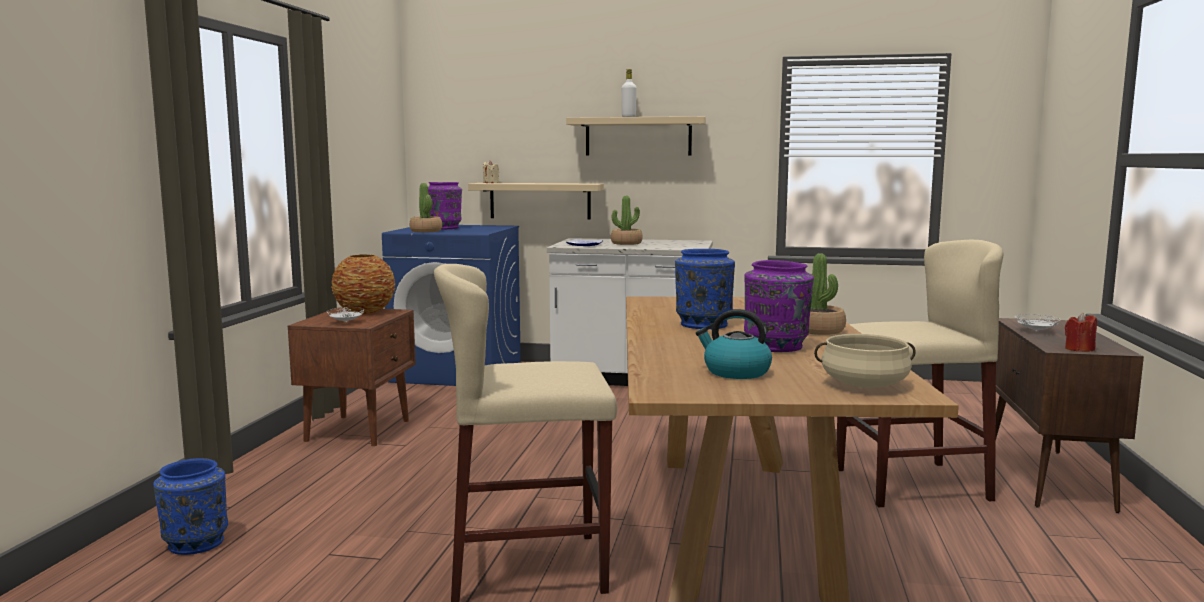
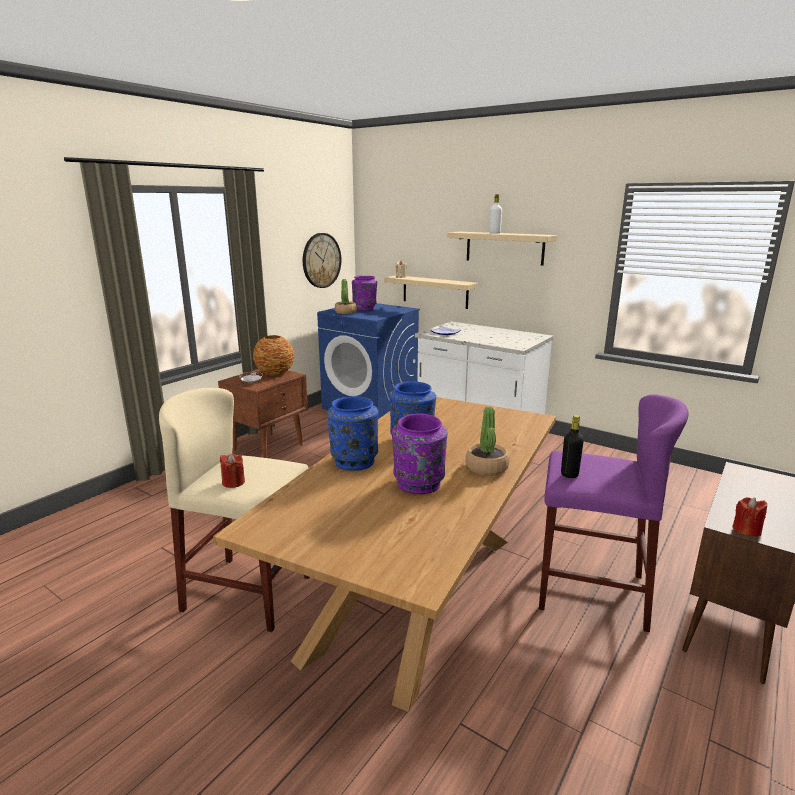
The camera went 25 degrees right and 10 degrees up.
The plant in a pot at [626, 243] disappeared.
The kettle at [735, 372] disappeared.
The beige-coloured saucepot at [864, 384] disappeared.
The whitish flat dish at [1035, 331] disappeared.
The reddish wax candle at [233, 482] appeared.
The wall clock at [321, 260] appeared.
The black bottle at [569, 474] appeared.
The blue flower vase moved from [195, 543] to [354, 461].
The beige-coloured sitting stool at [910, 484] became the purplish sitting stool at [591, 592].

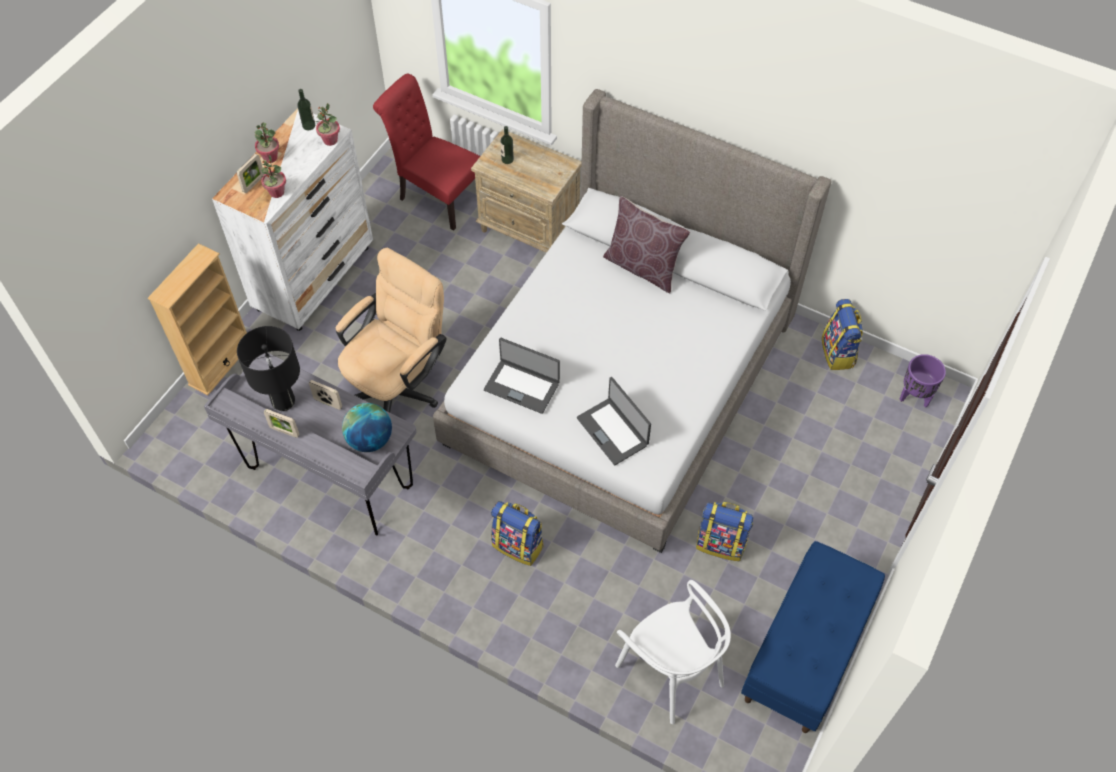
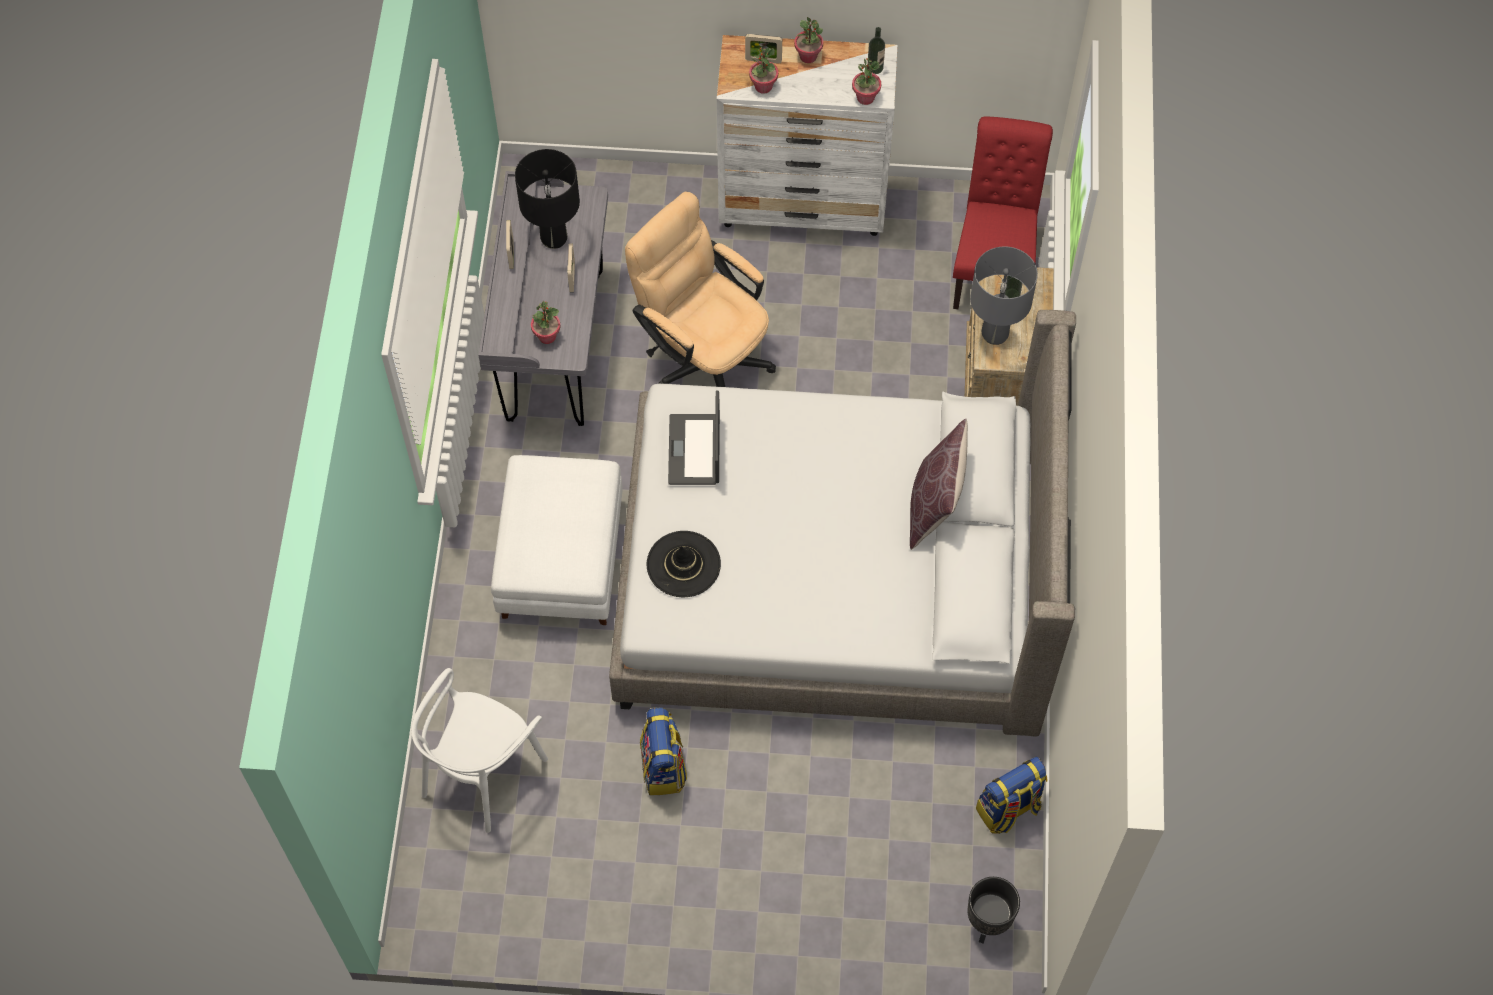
The camera went 65 degrees right and 5 degrees up.
The beige-coloured shelving unit at [220, 364] disappeared.
The blue indoor bench at [806, 652] disappeared.
The grey lamp for a table at [994, 333] appeared.
The desk globe at [370, 440] was replaced by the plant in a pot at [547, 336].
The backpack at [518, 545] was replaced by the whitish footrest at [562, 561].
The portable computer at [613, 431] was replaced by the black hat at [683, 564].
The purplish flower pot at [914, 397] became the black flower pot at [987, 923].
The beige-coloured computer chair at [399, 386] turned 150 degrees counterclockwise.

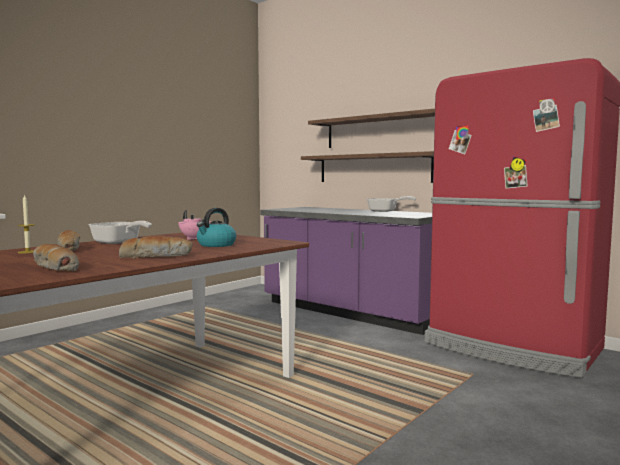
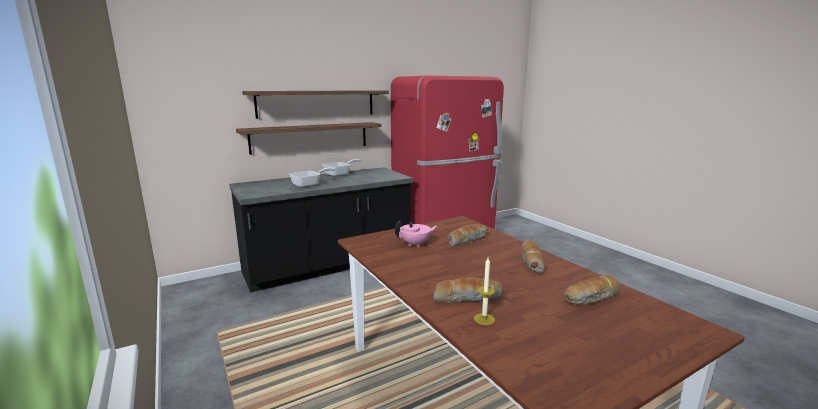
The camera went 70 degrees left and 10 degrees up.
The pan moved from [119, 243] to [309, 185].
The kettle at [216, 245] was replaced by the bread at [467, 240].
The purplish kitchen base unit at [350, 312] became the black kitchen base unit at [329, 266].

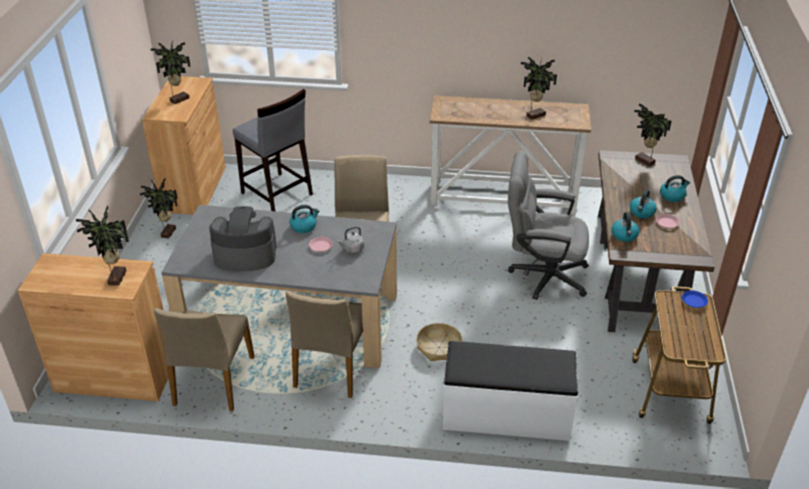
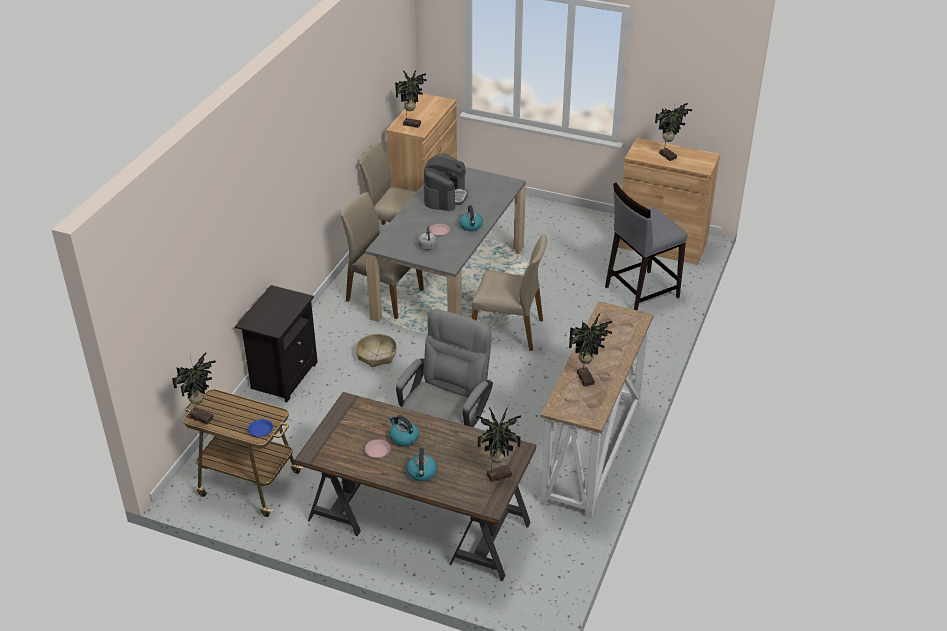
The camera went 105 degrees right and 0 degrees up.
The kettle at [624, 235] disappeared.
The plant in a pot moved from [167, 233] to [202, 416].
The whitish indoor bench at [506, 414] was replaced by the black night table at [283, 376].

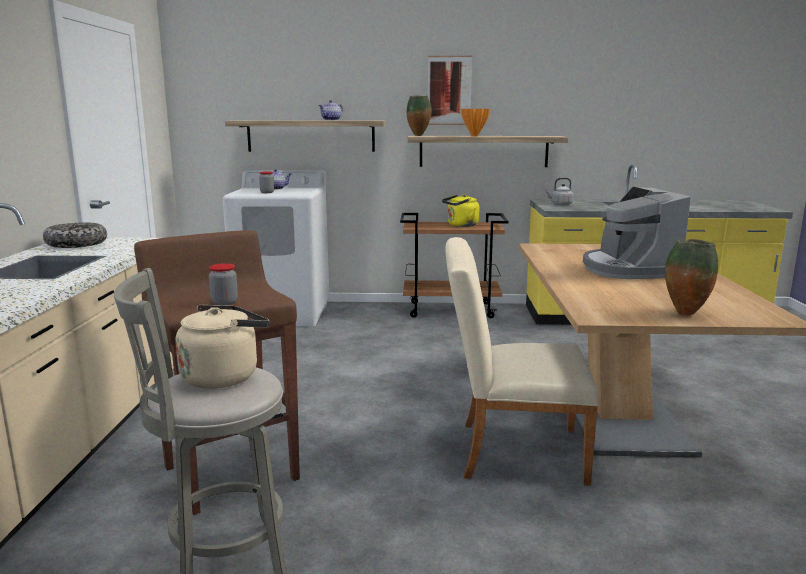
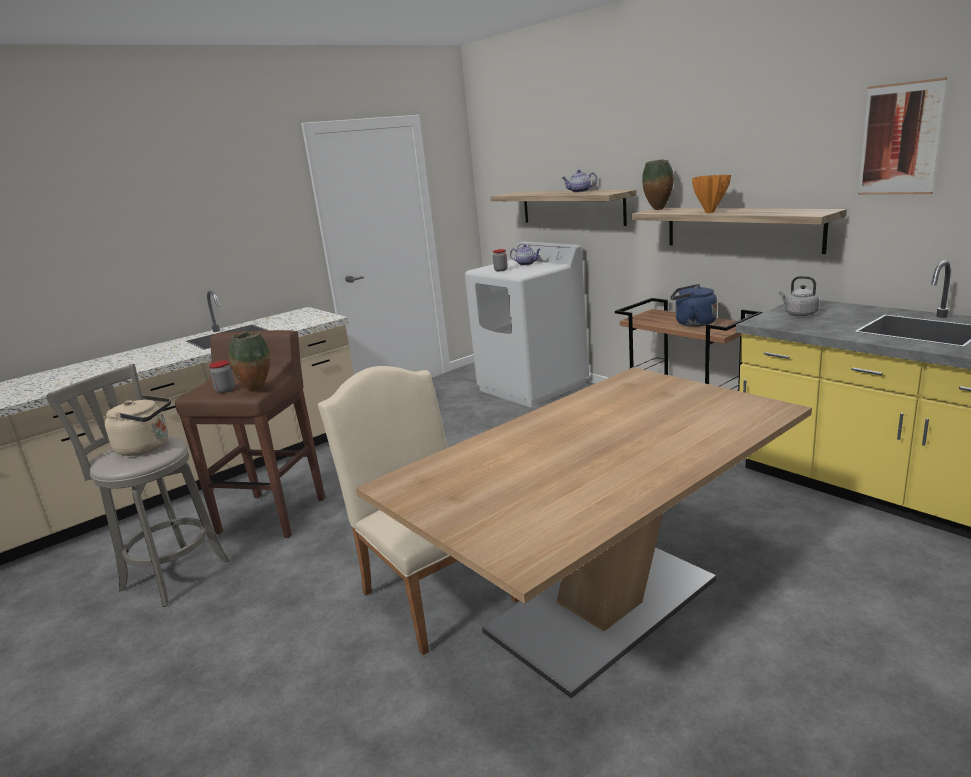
The camera went 50 degrees right and 5 degrees up.
The bowl at [76, 244] disappeared.
The coffee brewer at [628, 269] disappeared.
The picture moved from [449, 90] to [900, 139].
The flower vase moved from [685, 313] to [257, 390].
The yellow kettle at [461, 225] became the blue kettle at [692, 323].

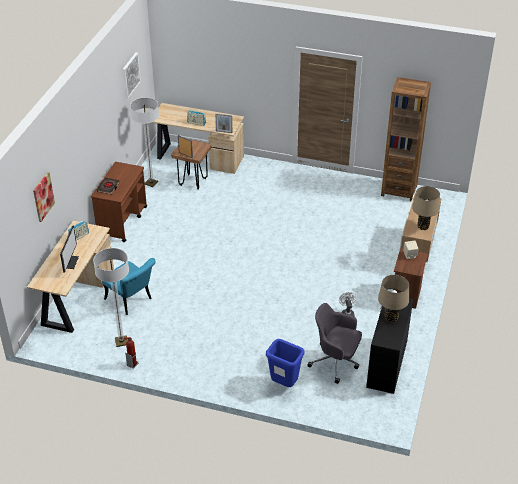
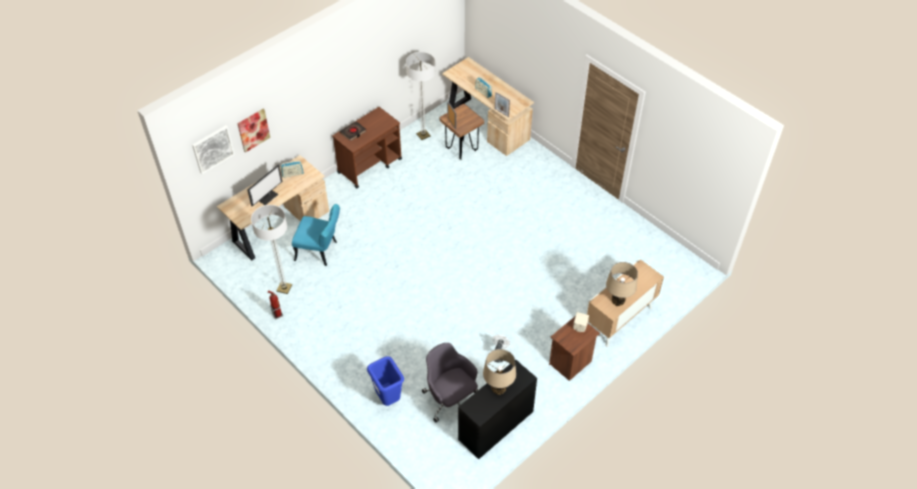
The camera went 30 degrees right and 10 degrees up.
The brownish shelving unit at [399, 190] disappeared.
The picture moved from [130, 75] to [213, 149].
The turquoise plain chair at [131, 301] turned 60 degrees counterclockwise.

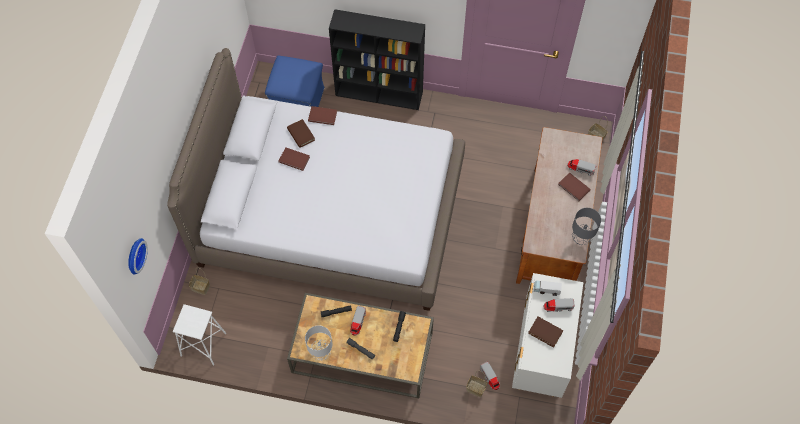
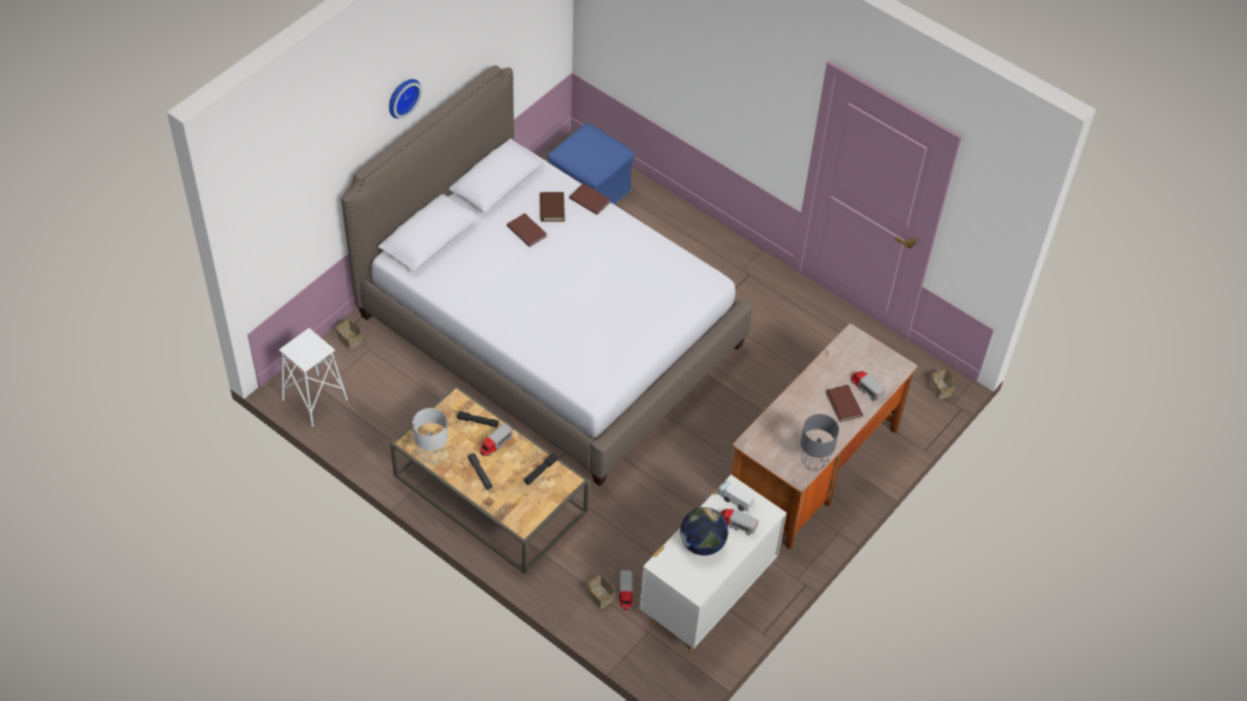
The camera went 25 degrees right and 10 degrees down.
The black shelving unit at [380, 93] disappeared.
The wall clock moved from [134, 255] to [402, 96].
The brownish bound book at [545, 332] was replaced by the desk globe at [702, 544].

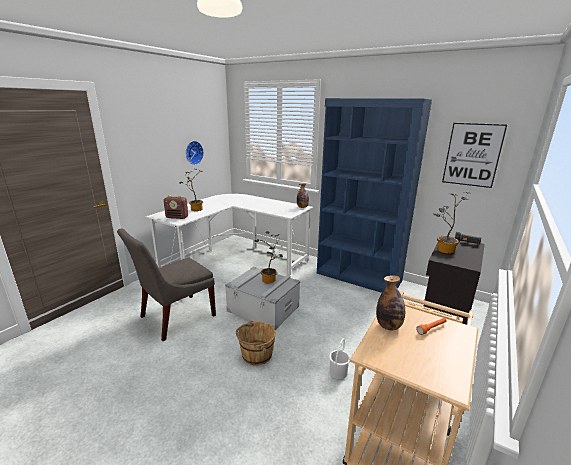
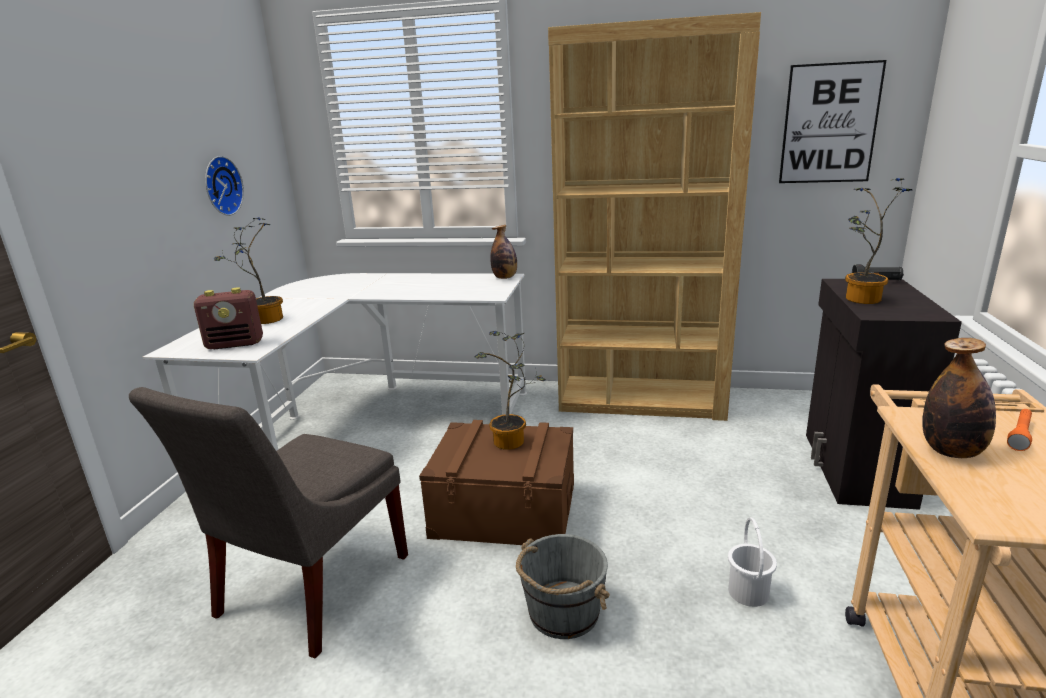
The camera went 20 degrees left and 0 degrees up.
The grey storage container at [263, 308] became the brownish storage container at [505, 509].
The brownish water bucket at [256, 354] became the grey water bucket at [562, 613].
The blue shelving unit at [358, 277] became the brownish shelving unit at [642, 400].

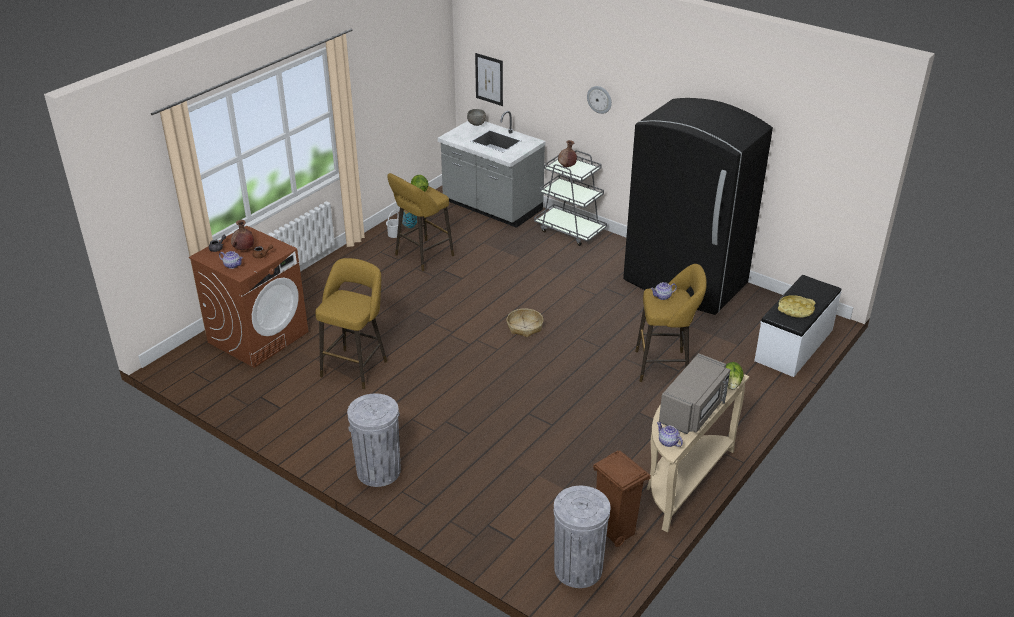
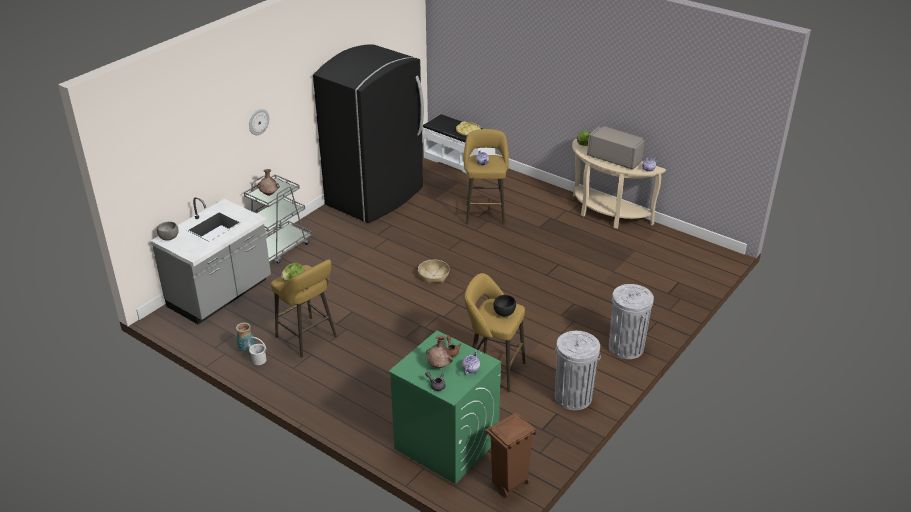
The camera went 90 degrees left and 0 degrees up.
The picture at [489, 79] disappeared.
The black bowl at [504, 313] appeared.
The grey waste bin moved from [578, 569] to [573, 397].
The brownish waste bin moved from [614, 531] to [508, 484].
The brownish washing machine at [258, 337] became the green washing machine at [445, 444].

